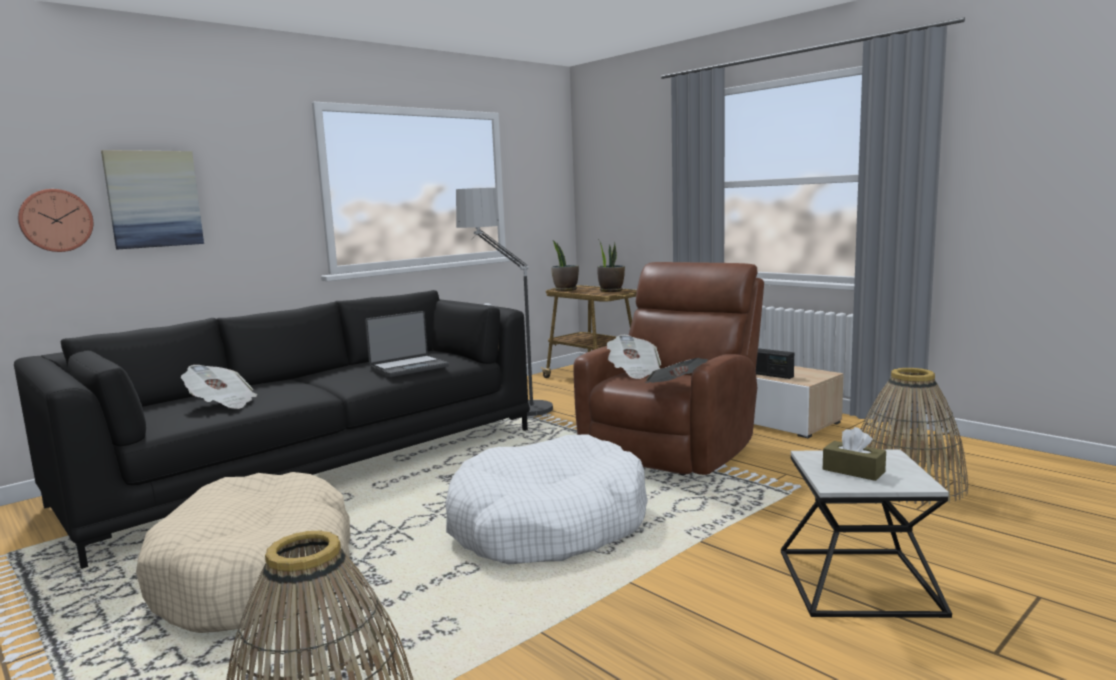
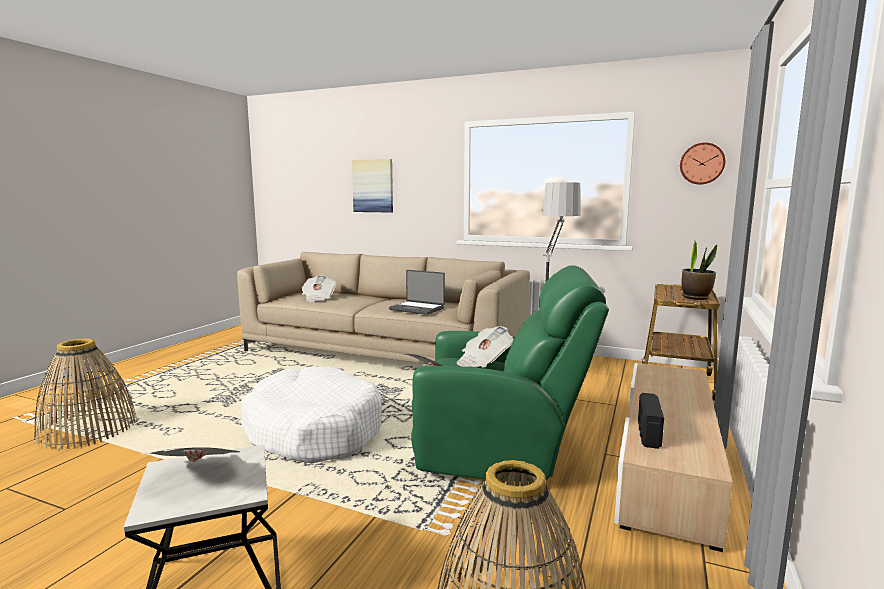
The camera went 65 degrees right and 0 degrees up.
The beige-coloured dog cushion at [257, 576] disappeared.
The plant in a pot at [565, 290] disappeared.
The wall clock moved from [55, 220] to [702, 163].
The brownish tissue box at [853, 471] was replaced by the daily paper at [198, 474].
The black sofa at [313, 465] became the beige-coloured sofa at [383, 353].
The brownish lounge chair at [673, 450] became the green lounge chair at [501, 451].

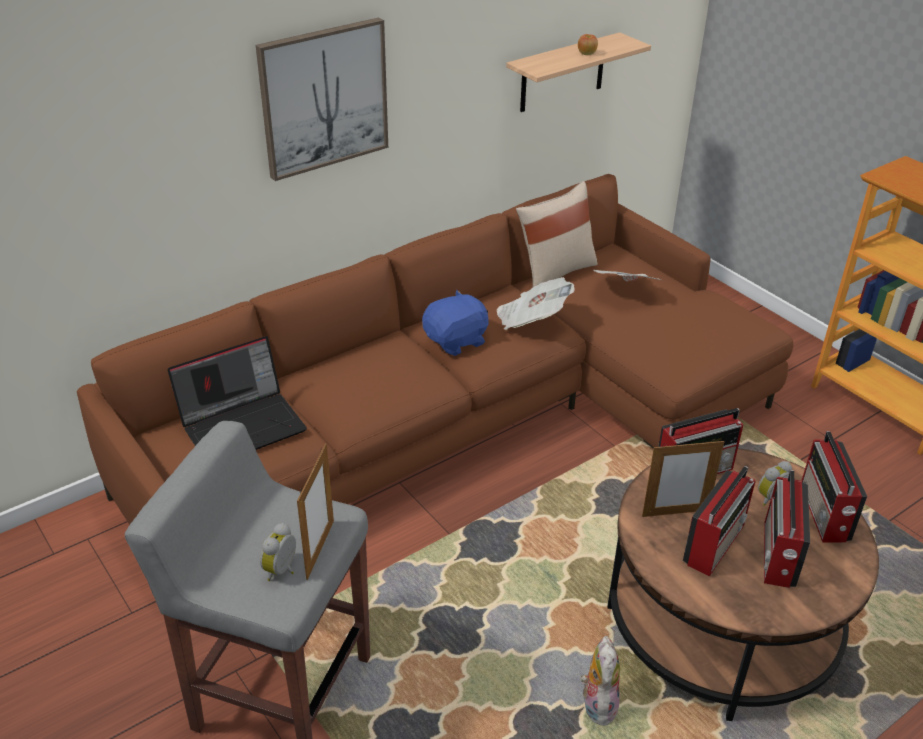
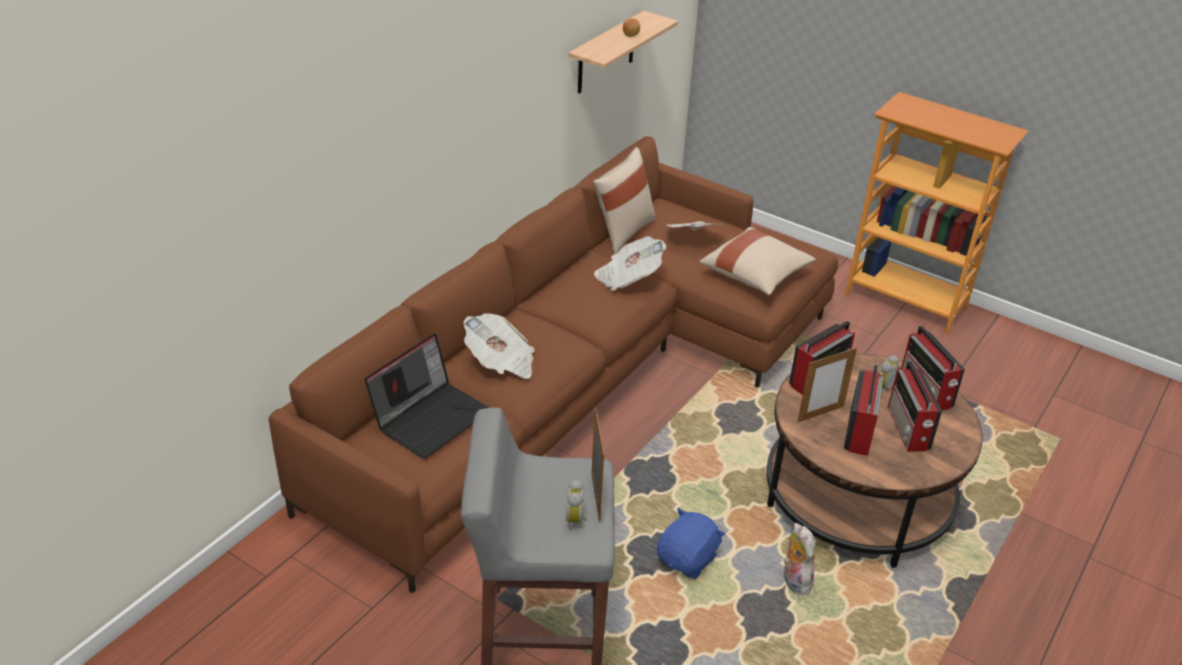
The camera went 20 degrees left and 0 degrees up.
The picture at [323, 98] disappeared.
The daily paper at [501, 362] appeared.
The beige-coloured cushion at [755, 275] appeared.
The blue cuddly toy moved from [456, 341] to [688, 559].

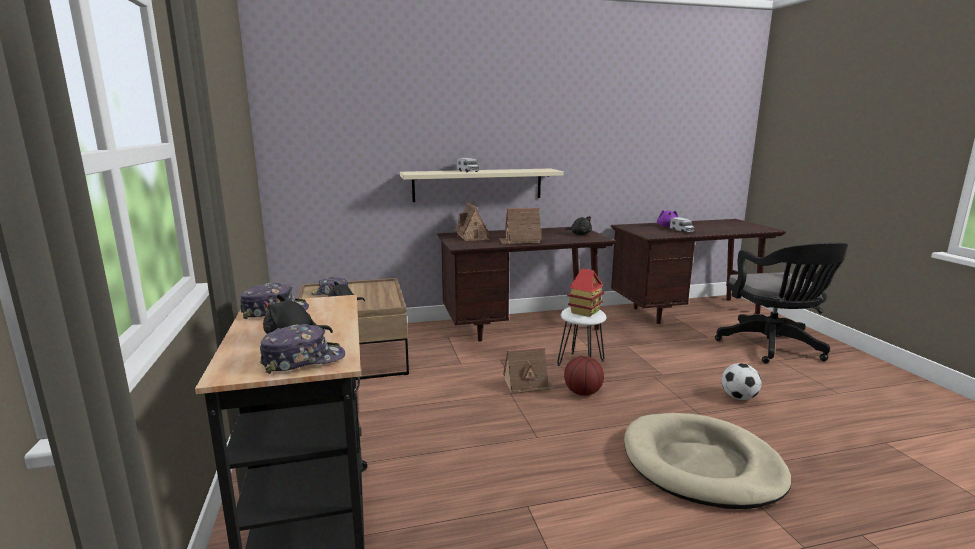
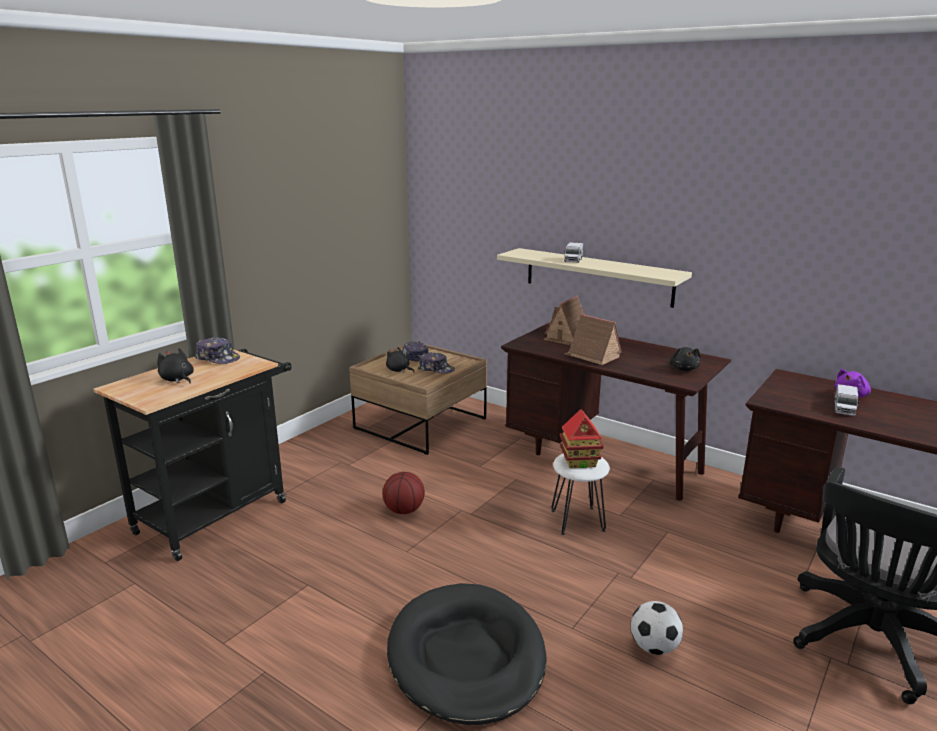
The camera went 50 degrees right and 5 degrees up.
The model house at [528, 384] disappeared.
The peaked cap moved from [303, 360] to [436, 369].
The basketball moved from [582, 392] to [404, 510].
The beige-coloured dog cushion at [701, 465] became the black dog cushion at [466, 657].

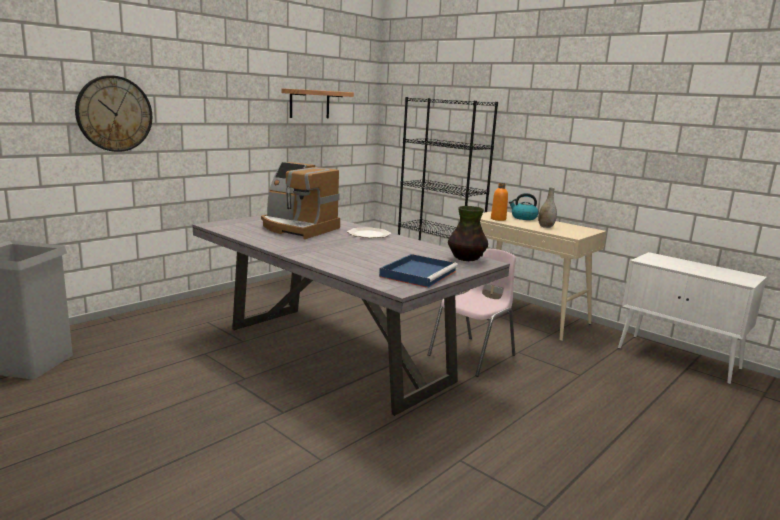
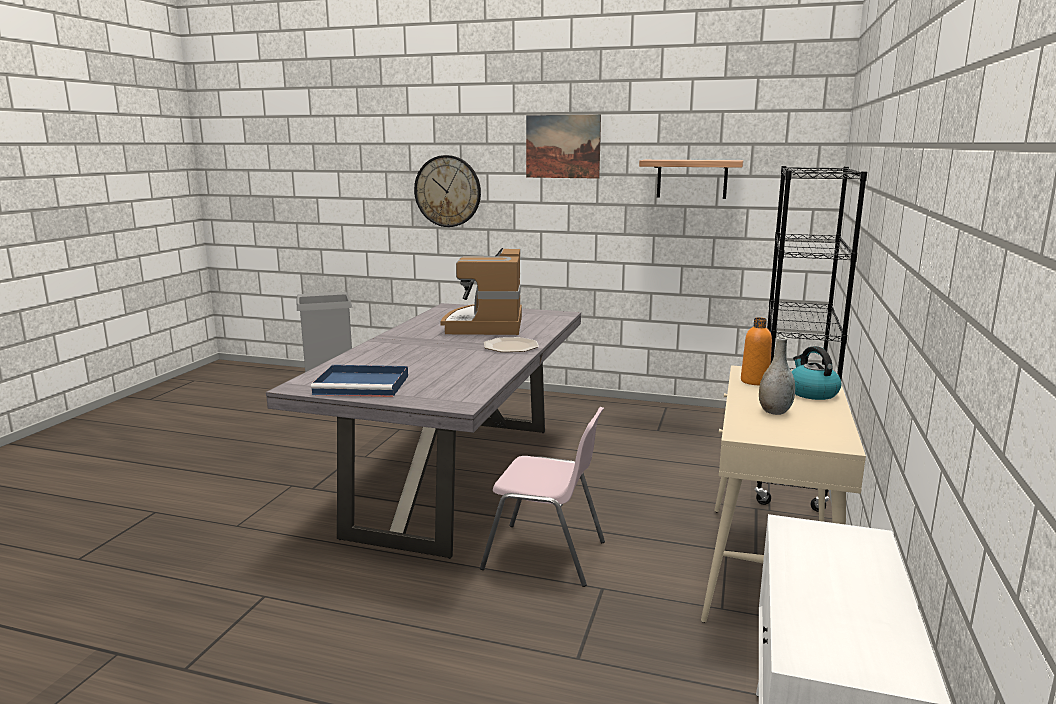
The camera went 65 degrees right and 0 degrees up.
The flower vase at [466, 259] disappeared.
The picture at [562, 146] appeared.

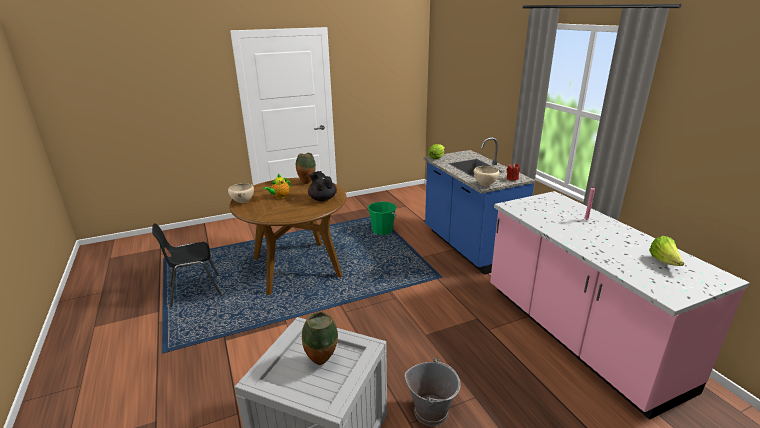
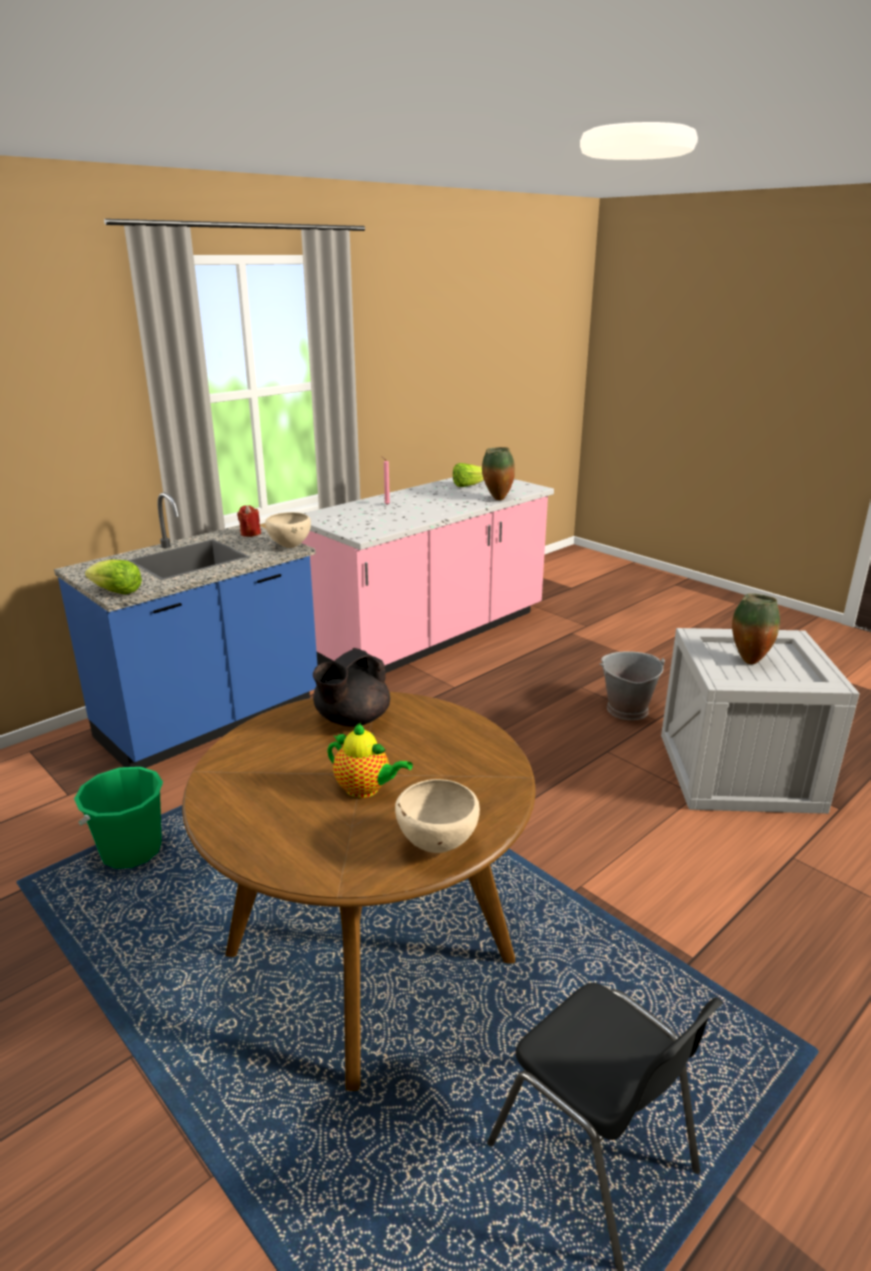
The camera went 110 degrees left and 0 degrees up.
The flower vase moved from [307, 183] to [497, 499].

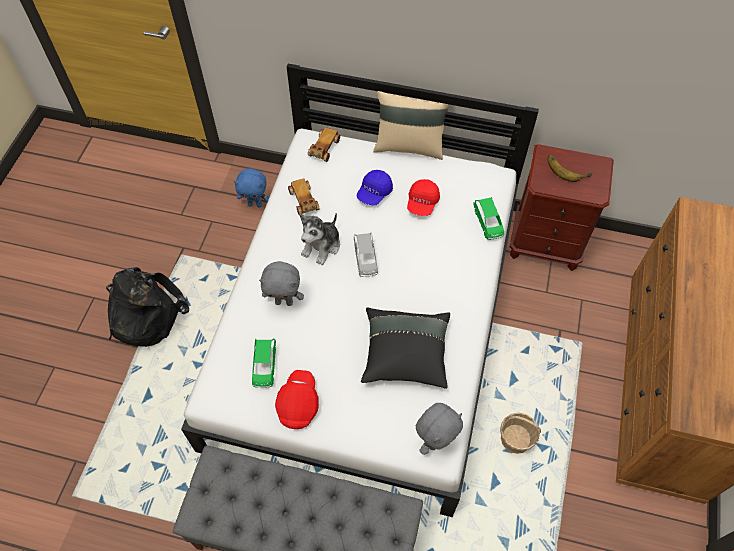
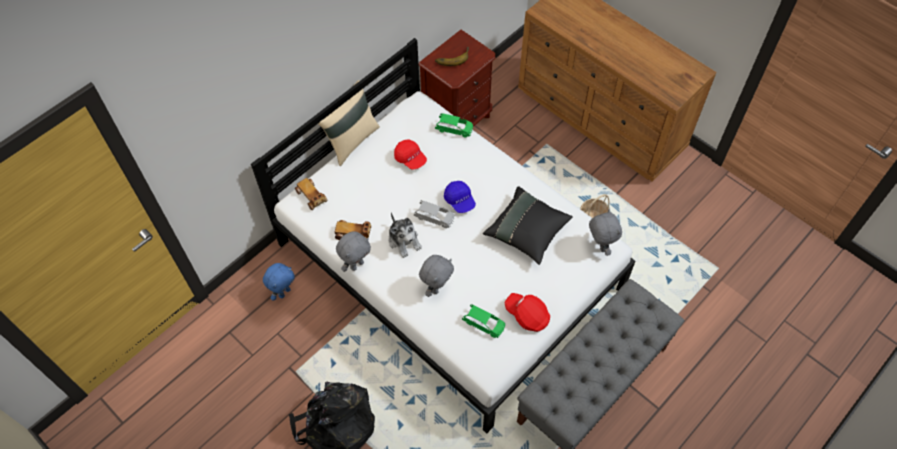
The camera went 60 degrees left and 0 degrees up.
The grey cuddly toy at [356, 264] appeared.
The blue peaked cap moved from [374, 193] to [460, 201].

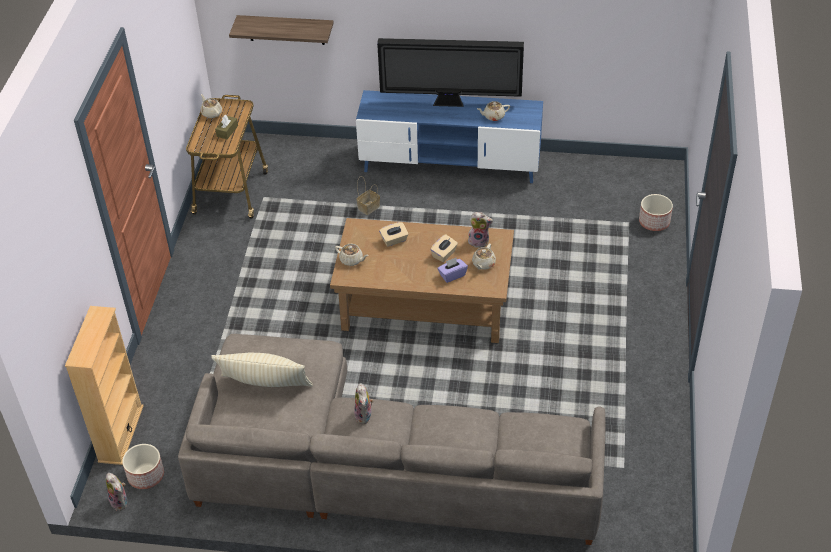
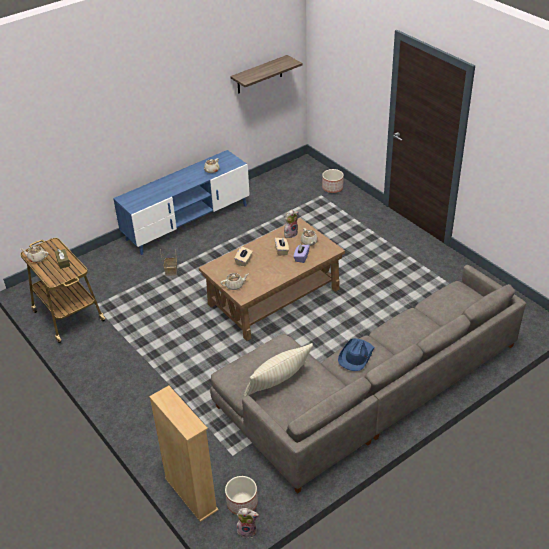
The camera went 45 degrees left and 5 degrees down.
The TV set at [450, 103] disappeared.
The shelf moved from [286, 30] to [259, 75].
The cuddly toy at [364, 416] was replaced by the blue hat at [356, 356].

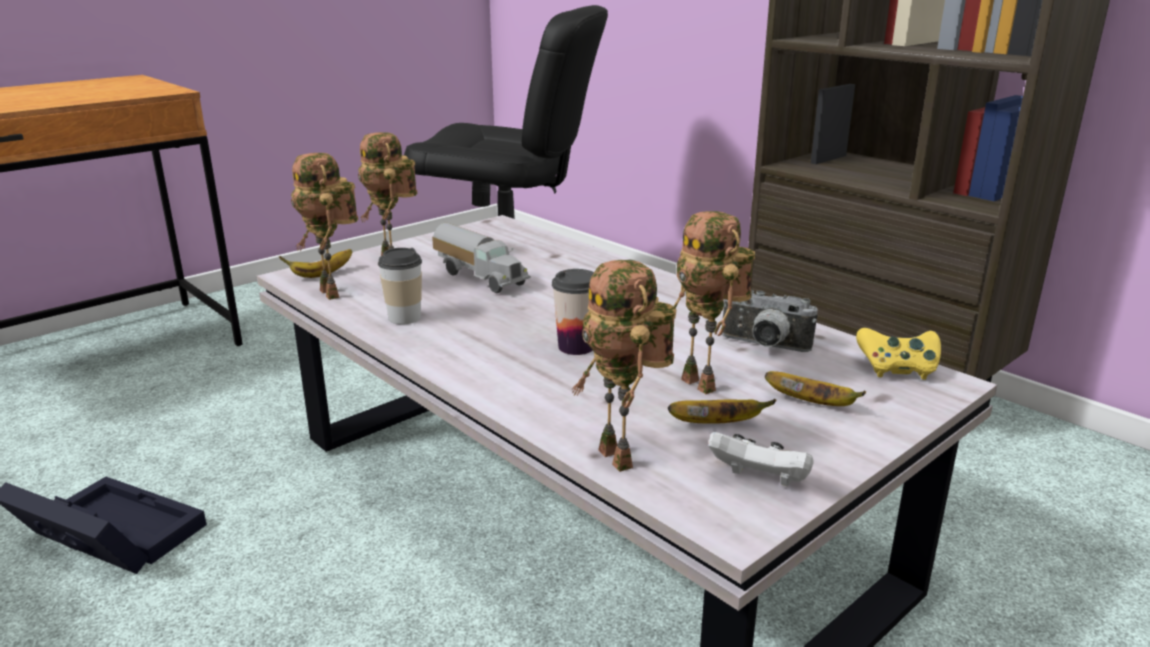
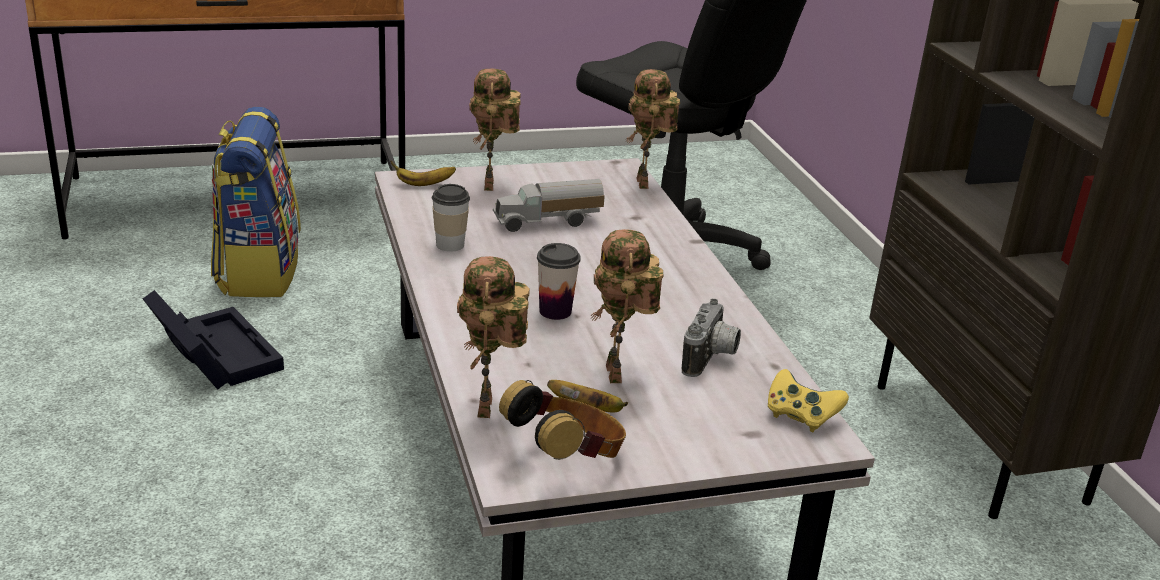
The camera went 25 degrees right and 5 degrees up.
The banana at [812, 403] disappeared.
The backpack at [258, 272] appeared.
The robot figure moved from [334, 293] to [645, 184].
The whitish gamepad at [759, 481] was replaced by the headphones at [567, 458].
The toy truck at [481, 277] turned 90 degrees clockwise.
The still camera at [763, 346] turned 120 degrees counterclockwise.

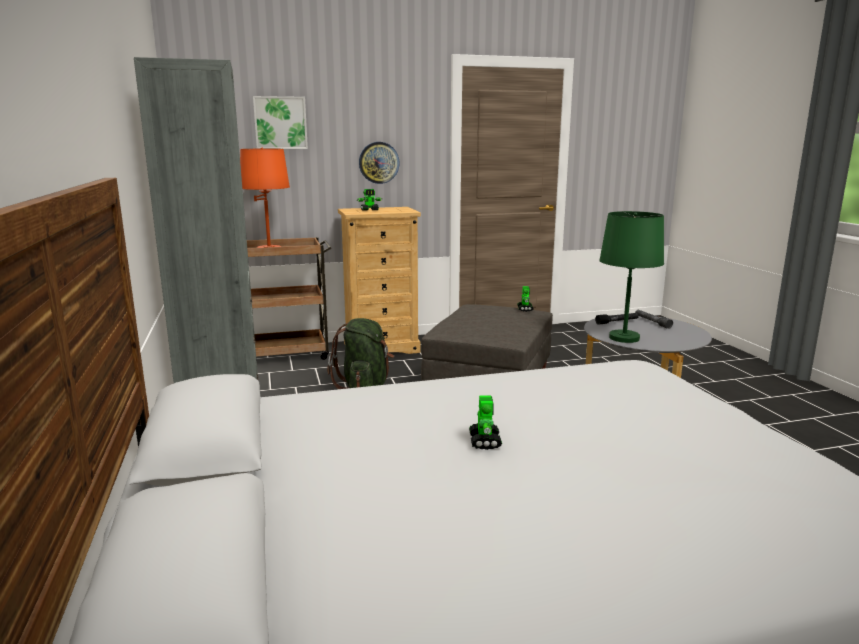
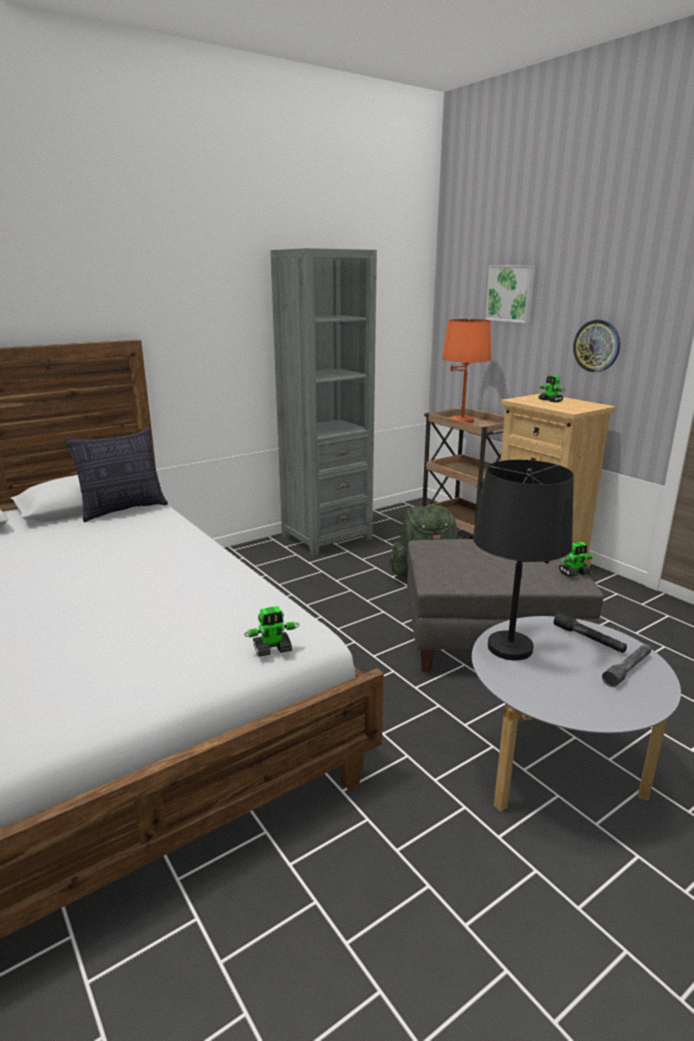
The camera went 70 degrees right and 5 degrees up.
The cushion at [123, 510] appeared.
The robot figure moved from [485, 441] to [273, 649].
The green lamp for a table at [624, 338] became the black lamp for a table at [510, 648].

